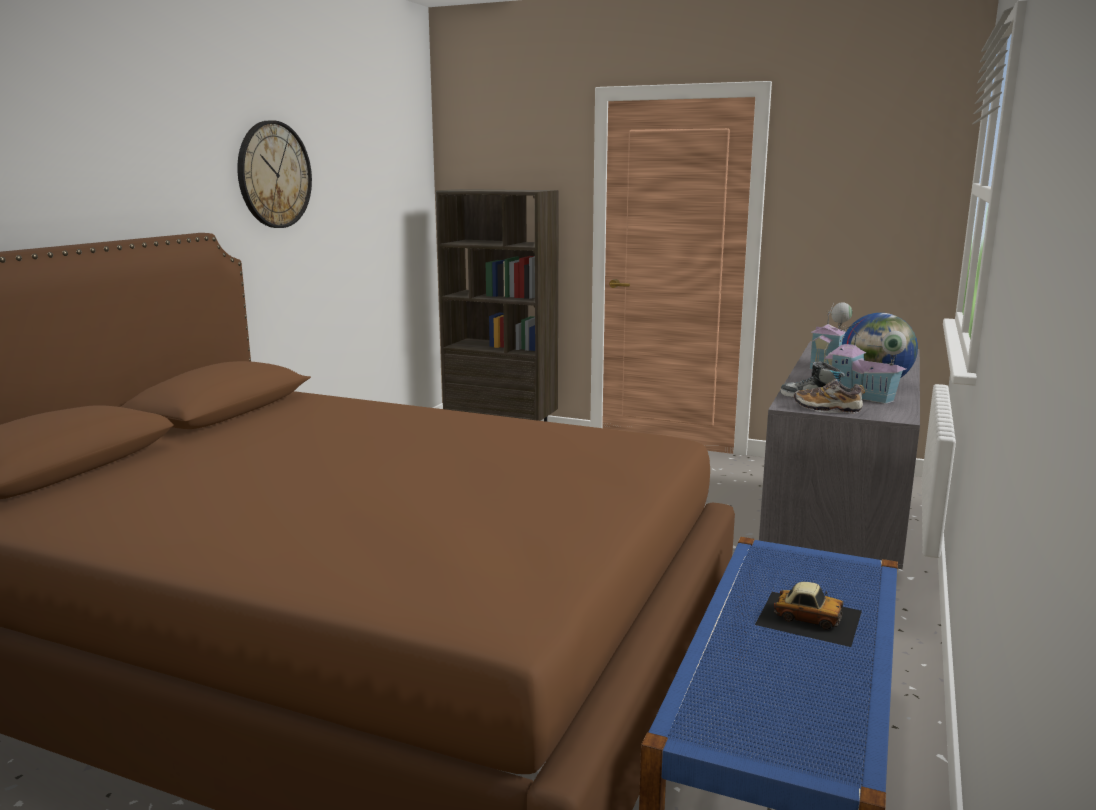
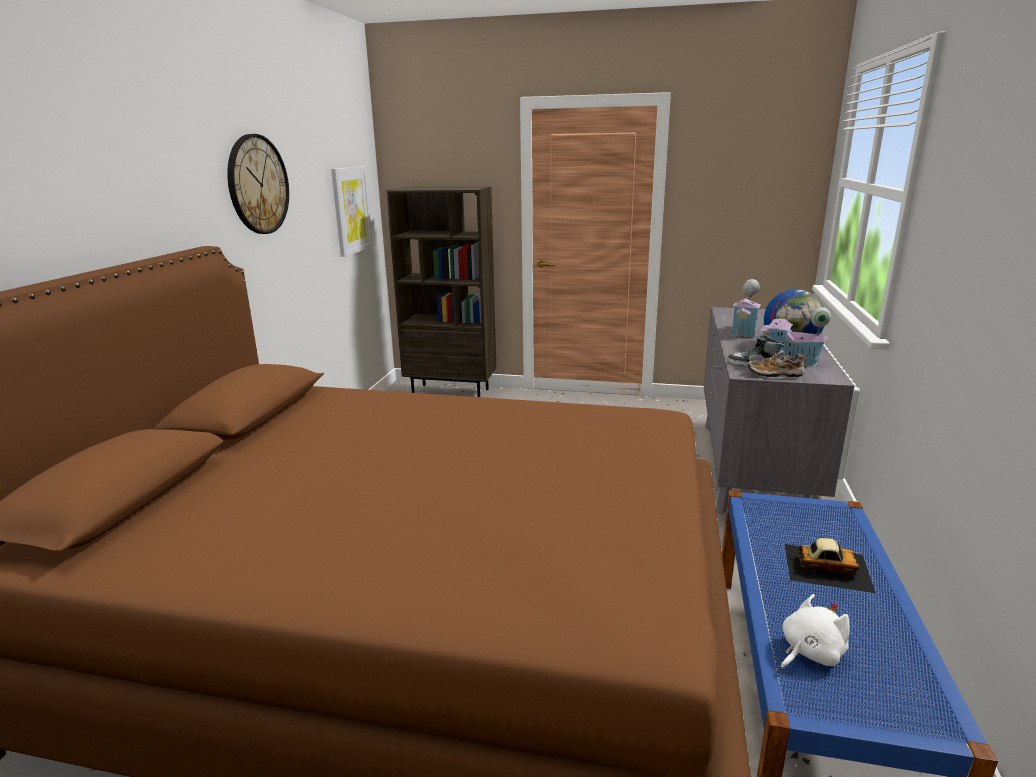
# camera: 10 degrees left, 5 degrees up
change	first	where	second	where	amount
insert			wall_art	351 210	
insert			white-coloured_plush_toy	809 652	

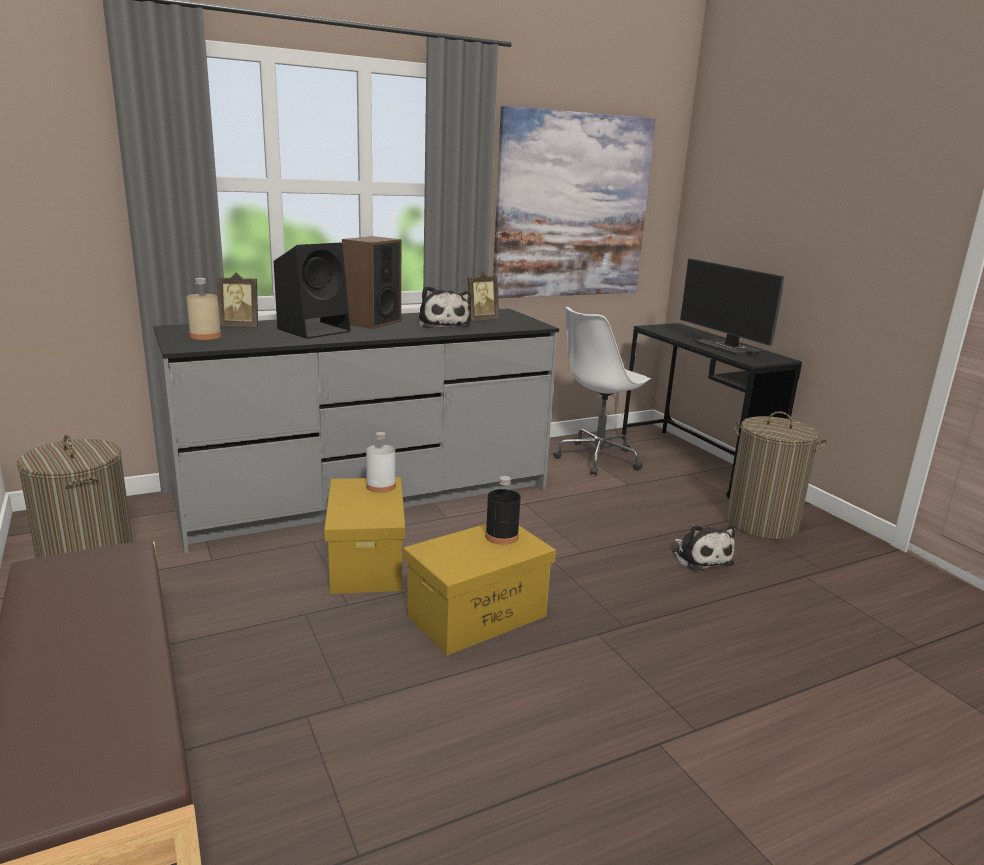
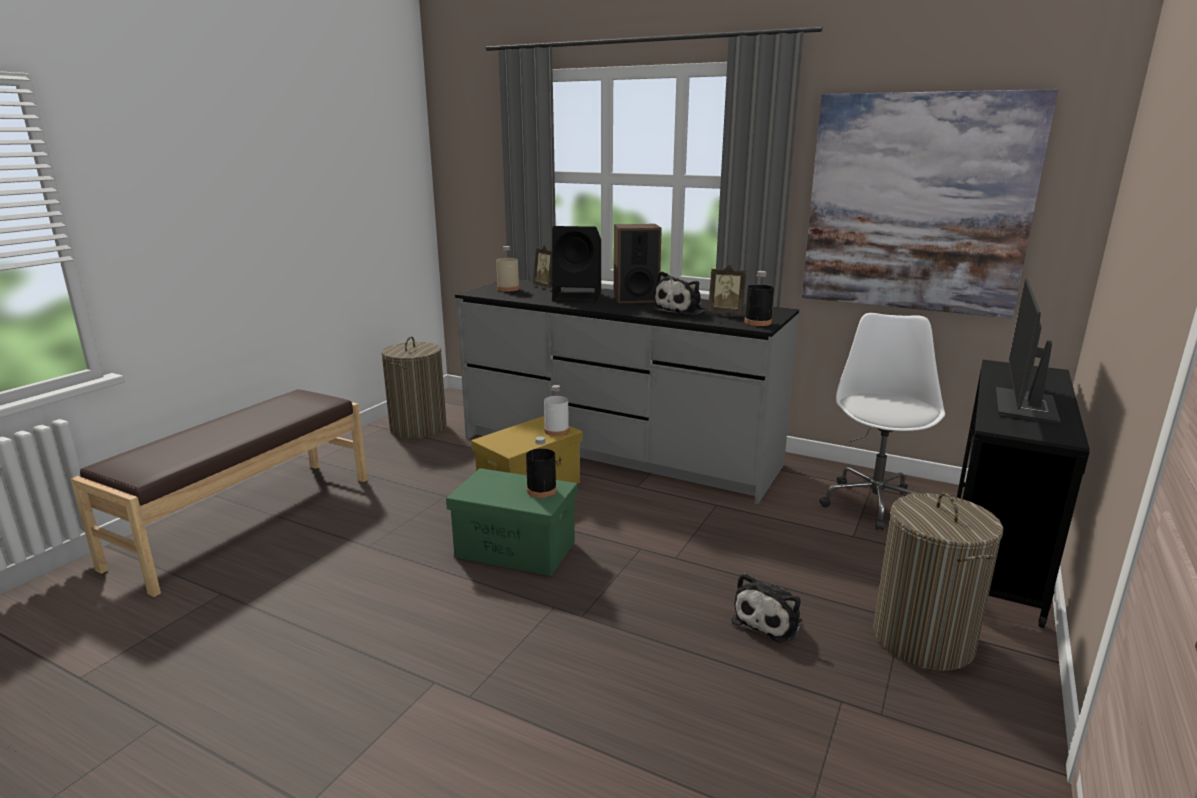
# camera: 55 degrees right, 0 degrees up
change	first	where	second	where	amount
recolor	yellow_storage_bin	476 616	green_storage_bin	514 549	
rotate	white-coloured_computer_chair	596 459		874 503	90 degrees clockwise
insert			black_beverage_bottle	757 322	

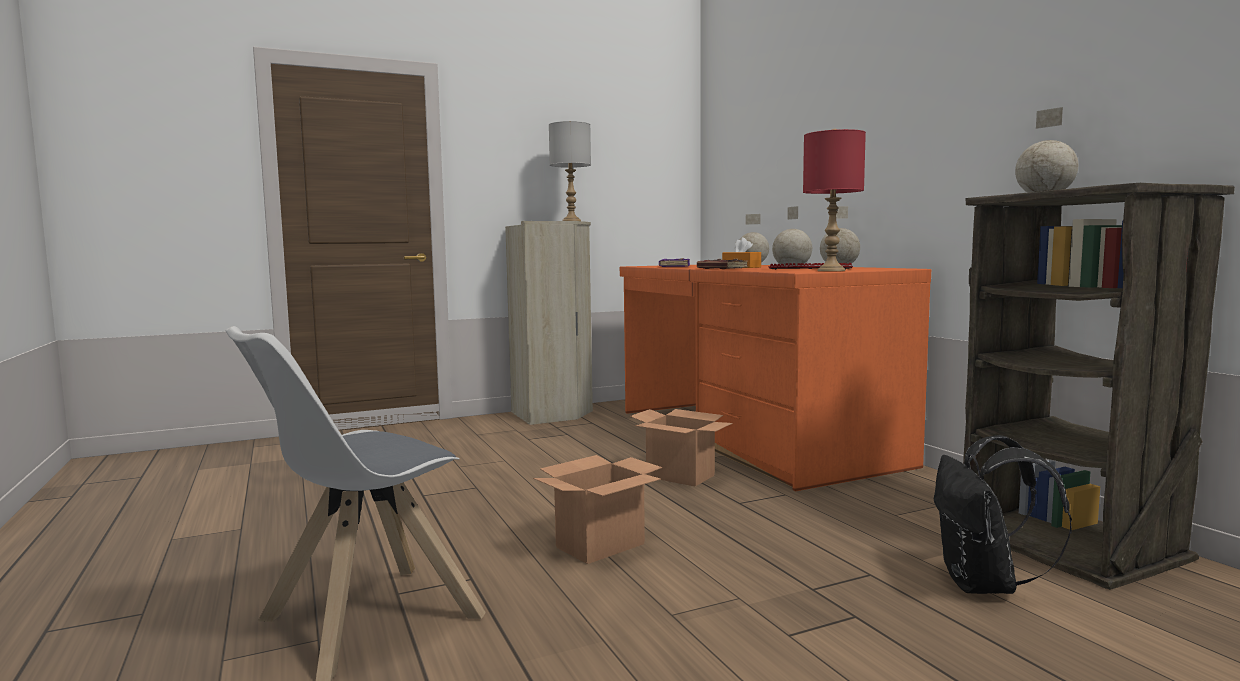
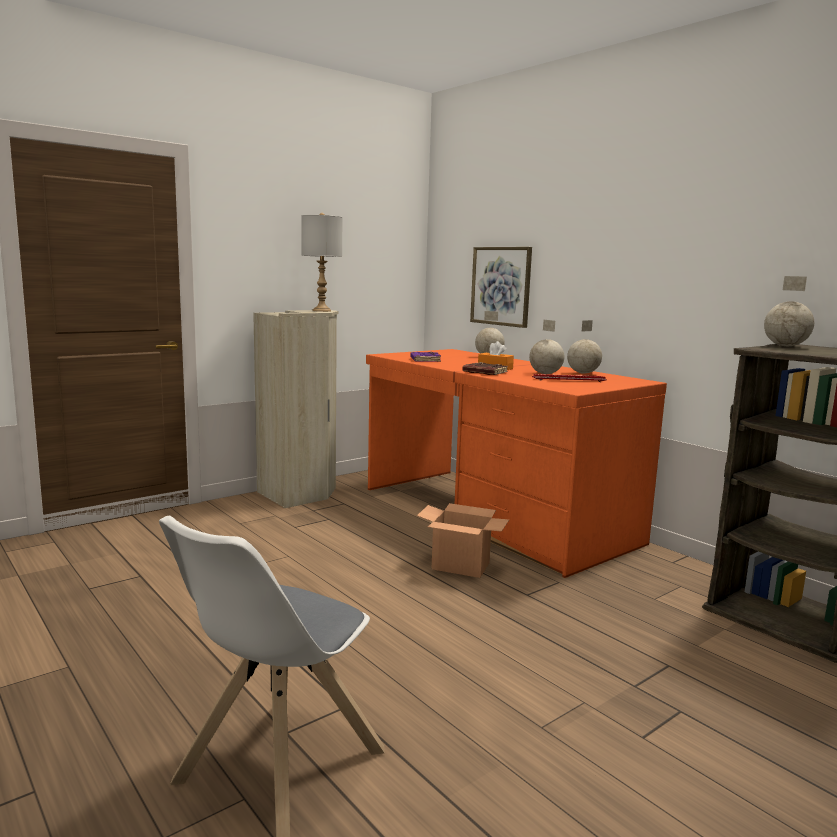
# camera: 15 degrees left, 5 degrees up
change	first	where	second	where	amount
delete	carton	600 545			
delete	red-coloured_table_lamp	831 270			
delete	black_rucksack	984 585			
insert			wall_art	501 286	

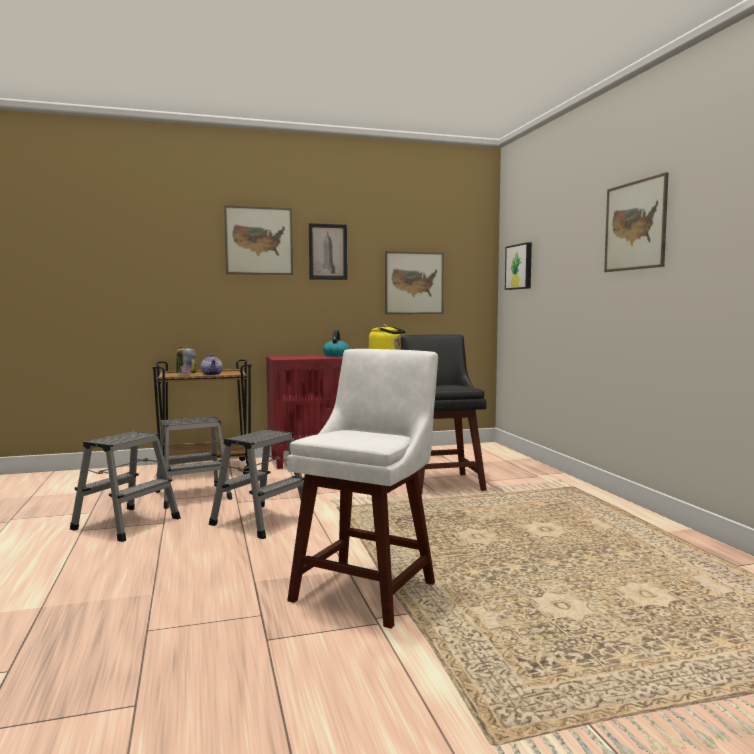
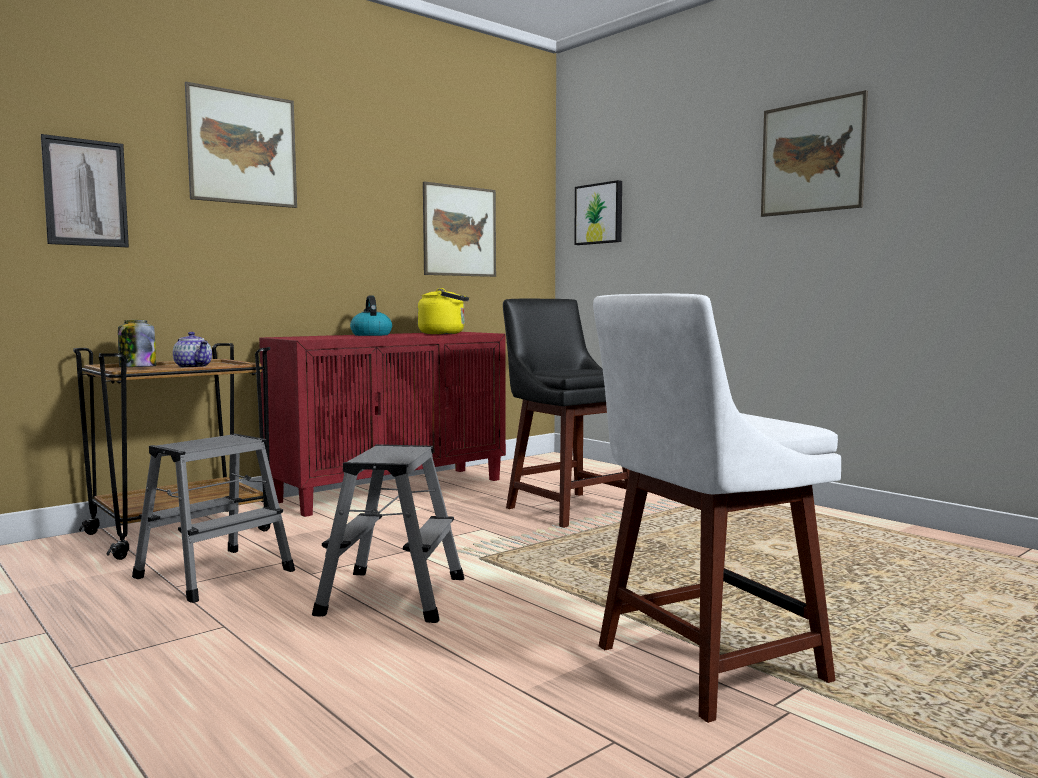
# camera: 25 degrees left, 0 degrees up
change	first	where	second	where	amount
delete	greyish_stepladder	126 523			
rotate	white-coloured_upright_chair	368 589		700 666	120 degrees counterclockwise
move	wall_art	328 252		85 193	

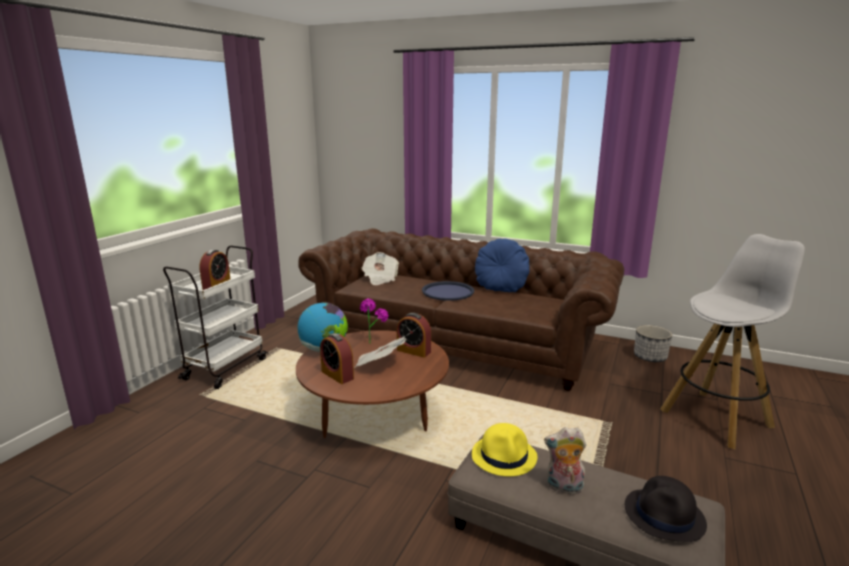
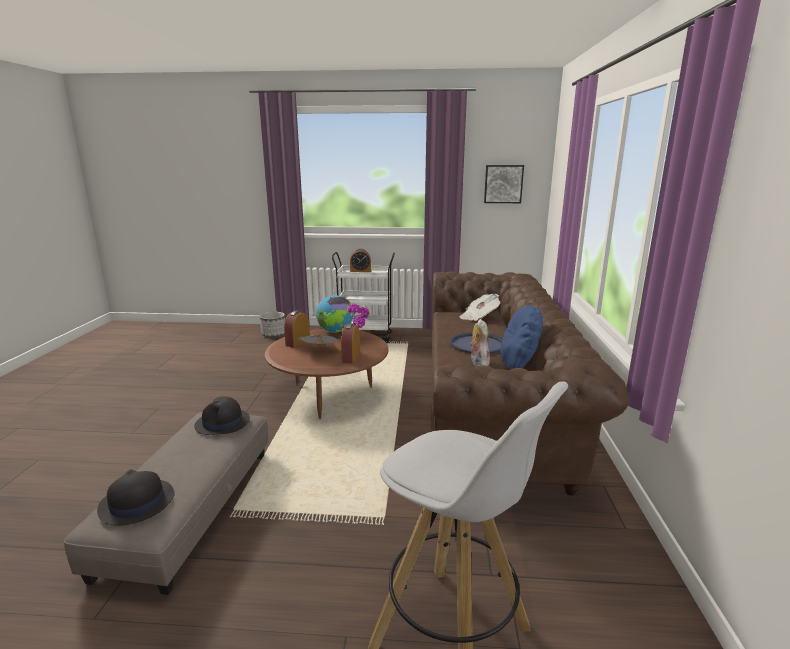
# camera: 70 degrees right, 0 degrees up
change	first	where	second	where	amount
recolor	yellow_wearable_hat	504 456	black_wearable_hat	222 423	
move	plush_toy	563 488		478 363	
move	planter	650 357		273 335	
insert			wall_art	503 184	

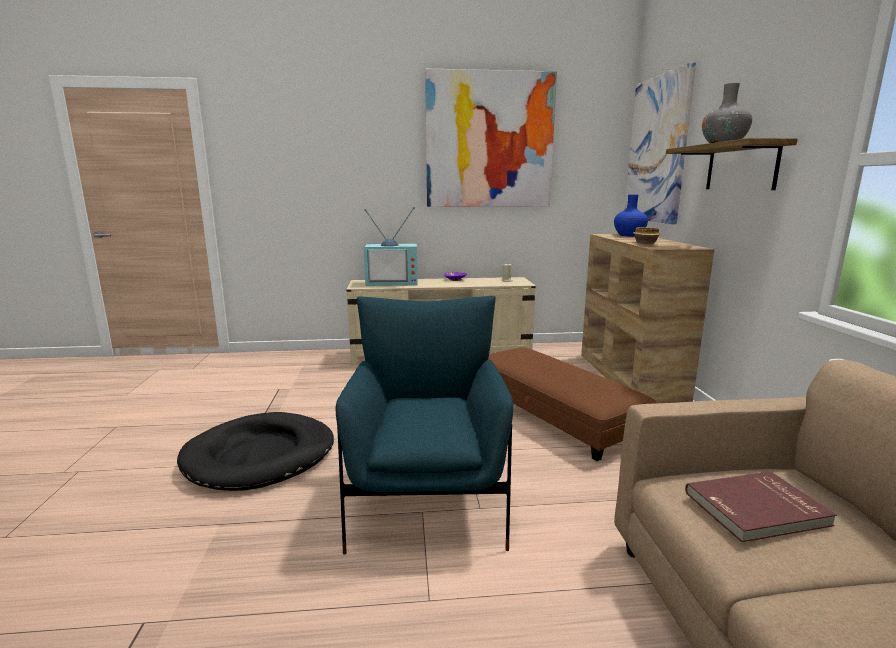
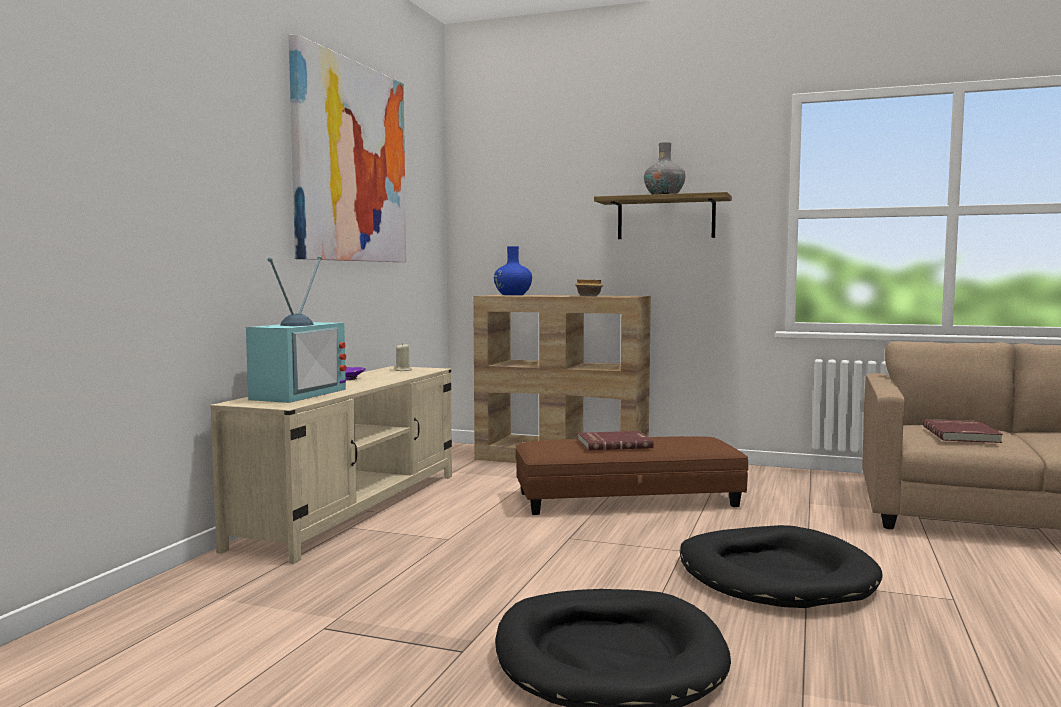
# camera: 65 degrees left, 10 degrees down
change	first	where	second	where	amount
replace	blue-coloured_easy_chair	427 495	black_dog_bed	775 575	
delete	wall_art	657 150			
insert			red-coloured_book	614 444	

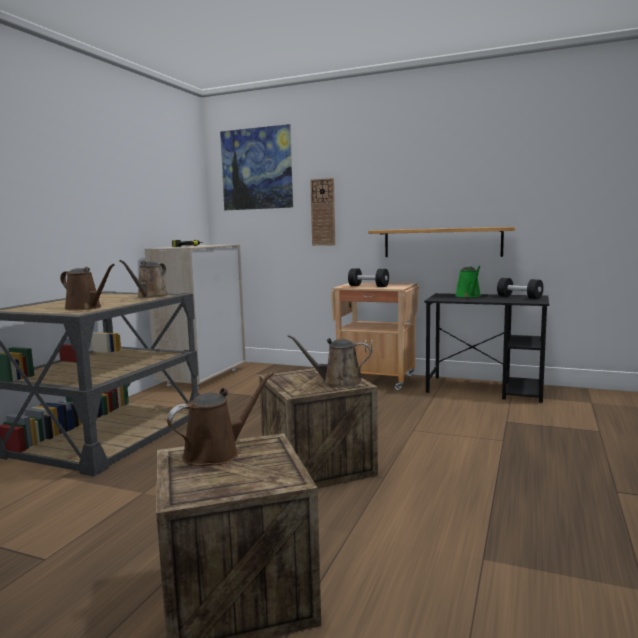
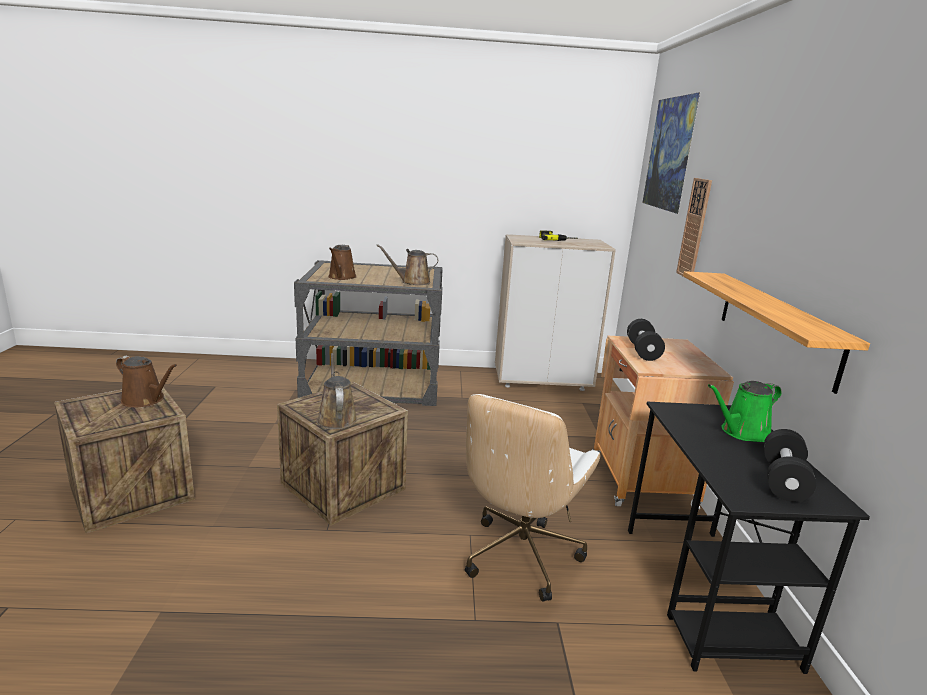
# camera: 65 degrees right, 10 degrees up
change	first	where	second	where	amount
insert			white-coloured_computer_chair	519 559	

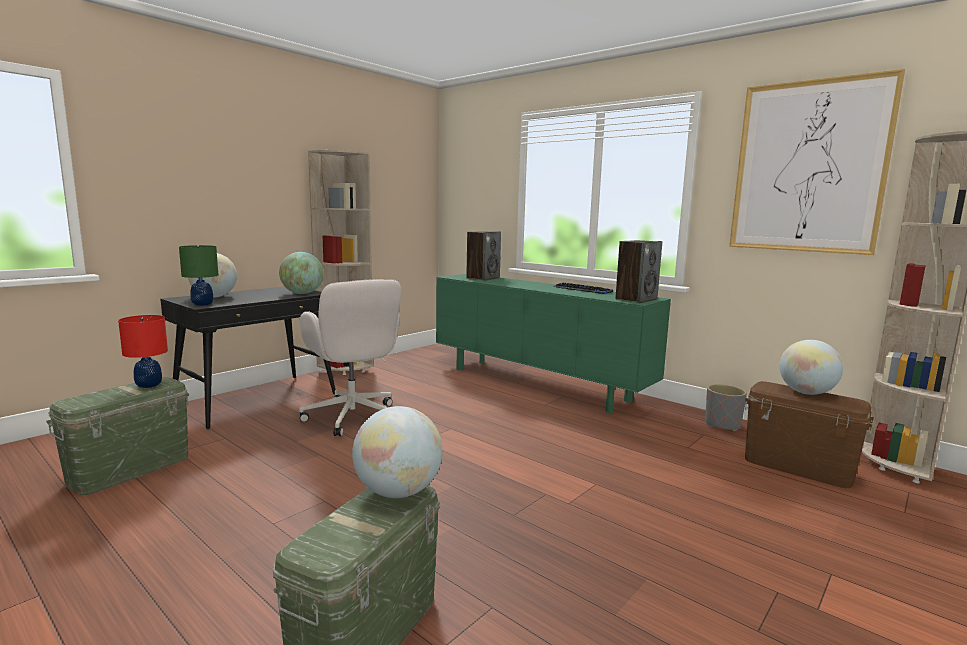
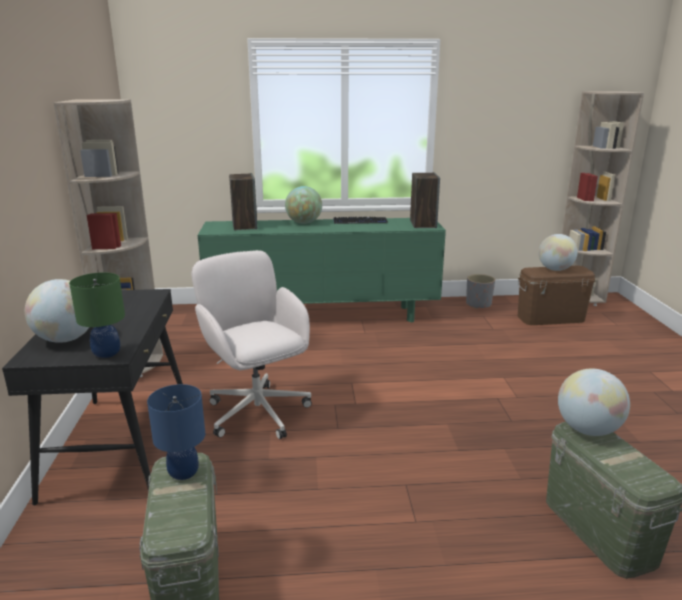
# camera: 45 degrees left, 10 degrees up
change	first	where	second	where	amount
recolor	red-coloured_table_lamp	148 385	blue-coloured_table_lamp	182 474	
move	desk_globe	302 293		304 223	
rotate	white-coloured_computer_chair	352 417		258 413	135 degrees counterclockwise
delete	wall_art	808 167			

